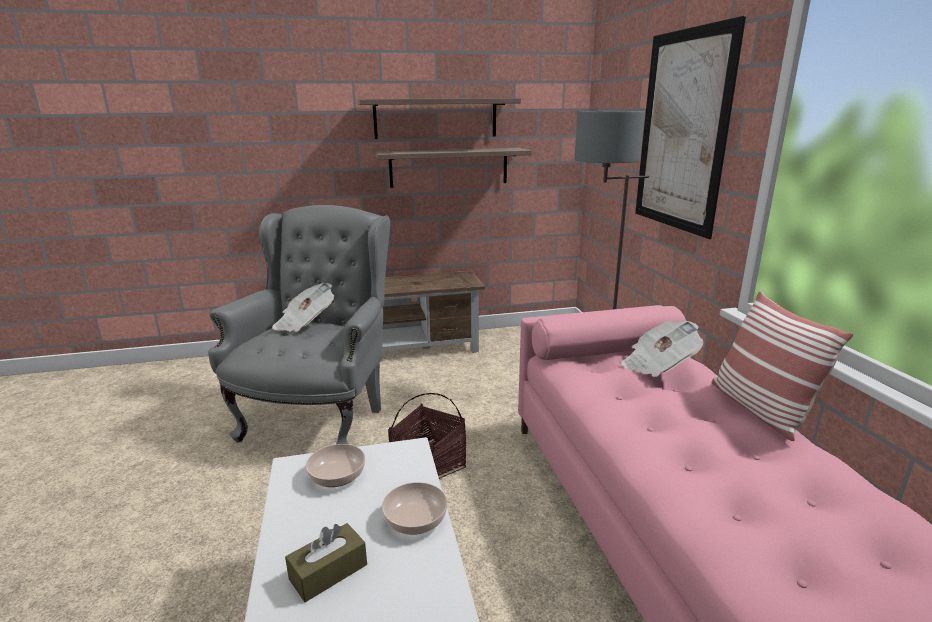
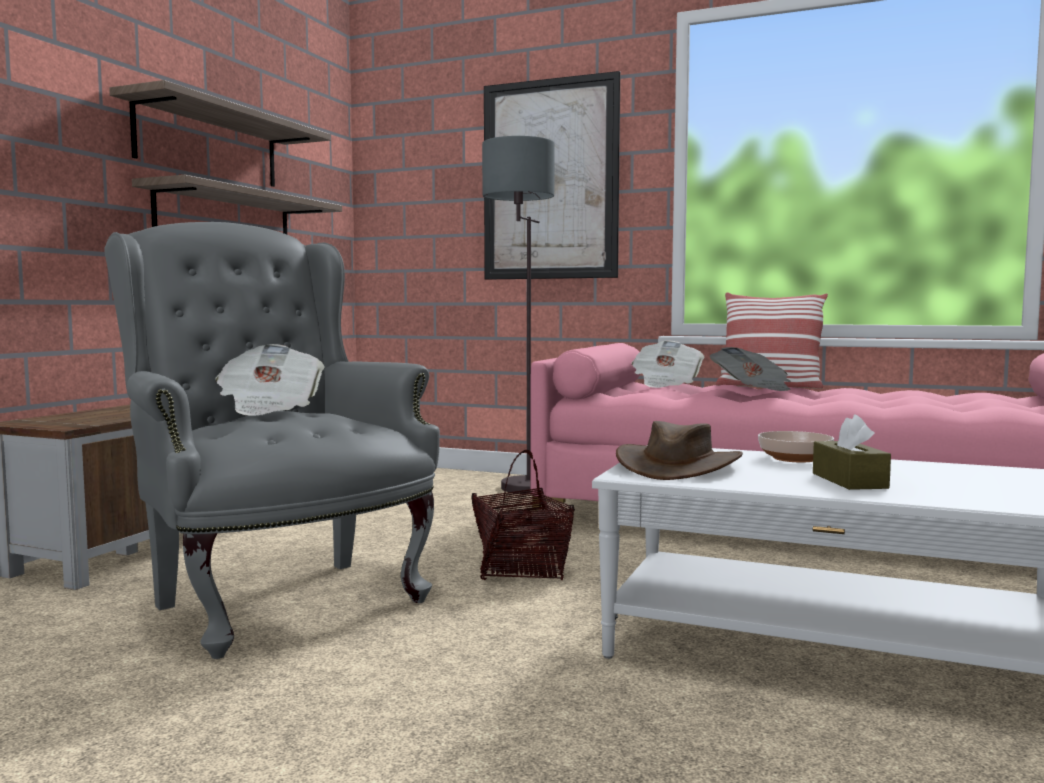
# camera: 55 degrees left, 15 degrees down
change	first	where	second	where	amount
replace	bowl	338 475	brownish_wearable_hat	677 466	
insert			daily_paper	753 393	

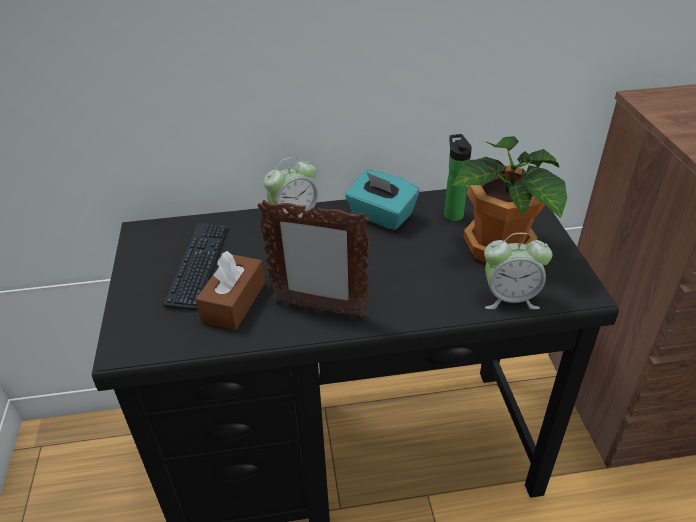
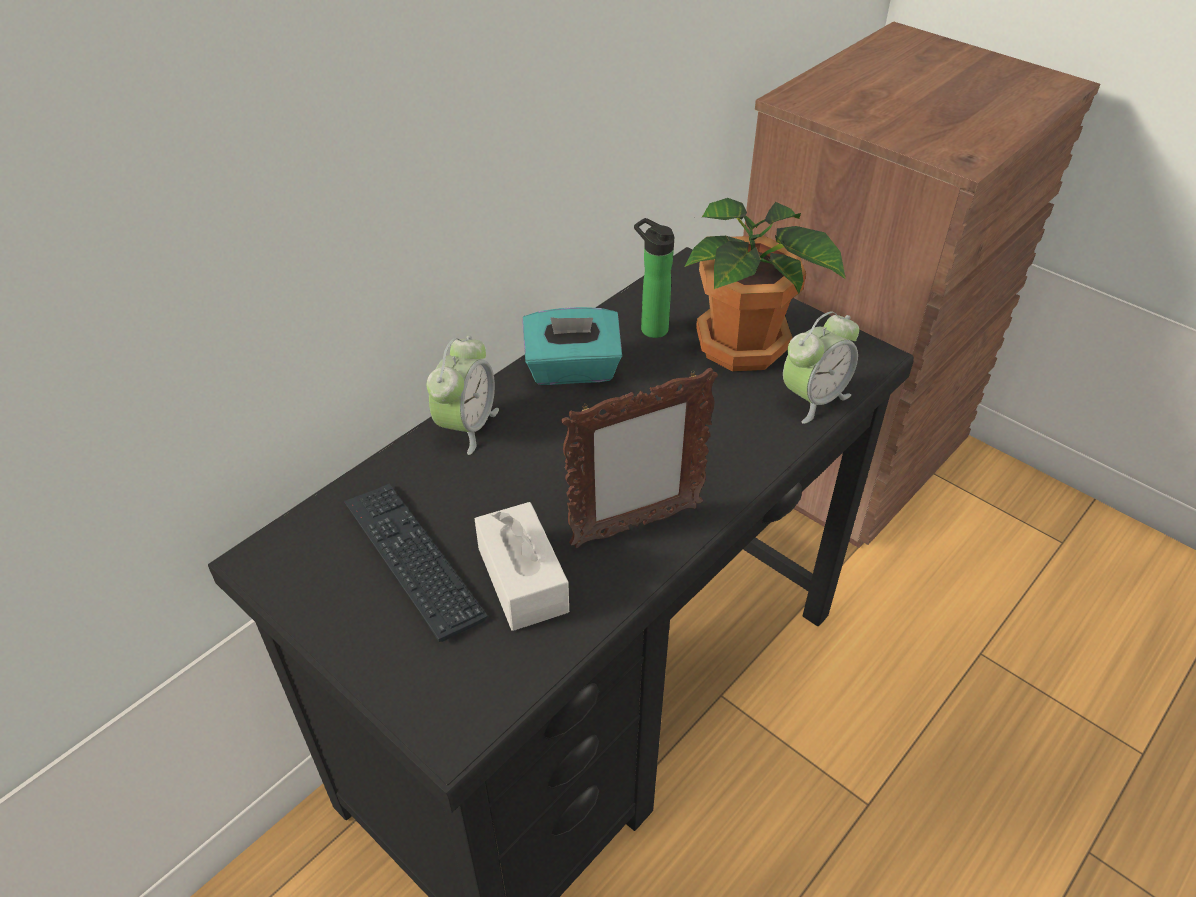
# camera: 40 degrees left, 5 degrees up
change	first	where	second	where	amount
recolor	brownish_box_of_tissues	234 302	white-coloured_box_of_tissues	522 579	

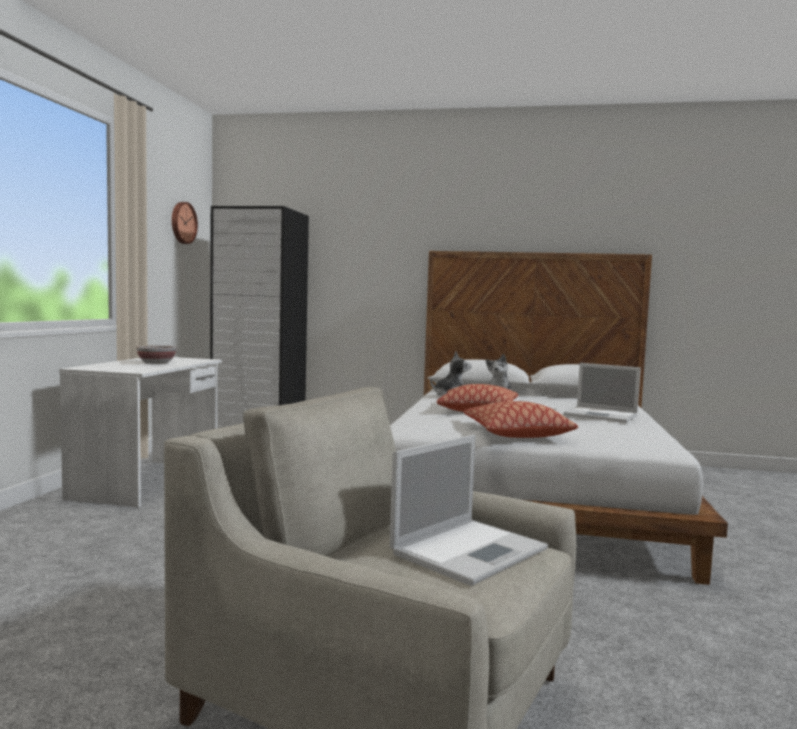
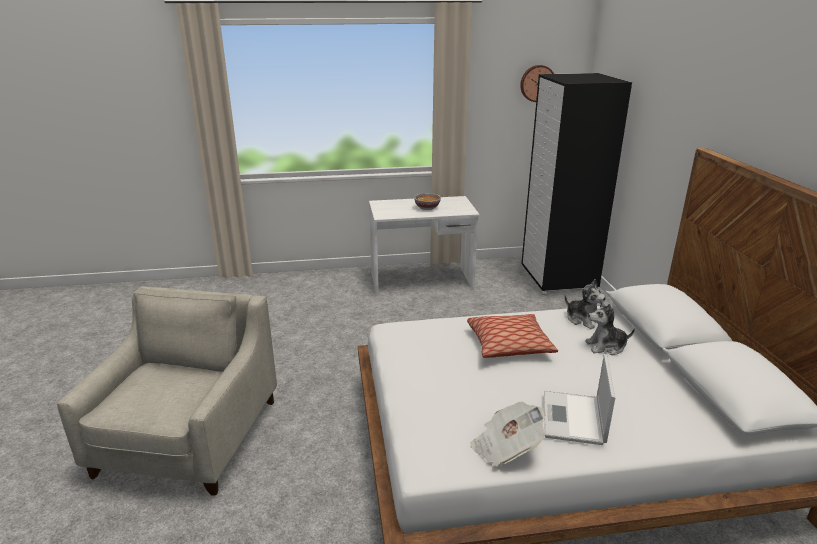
# camera: 70 degrees right, 20 degrees up
change	first	where	second	where	amount
delete	portable_computer	470 550			
delete	cushion	516 433			
insert			daily_paper	506 447	

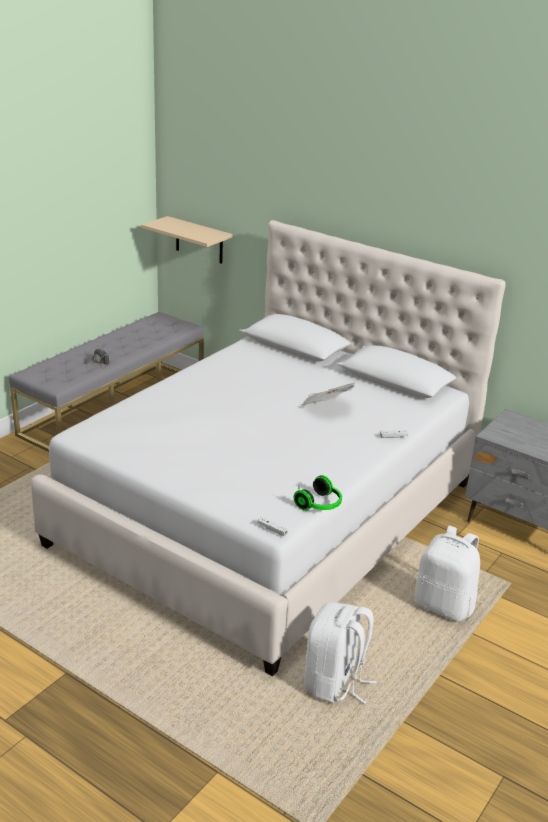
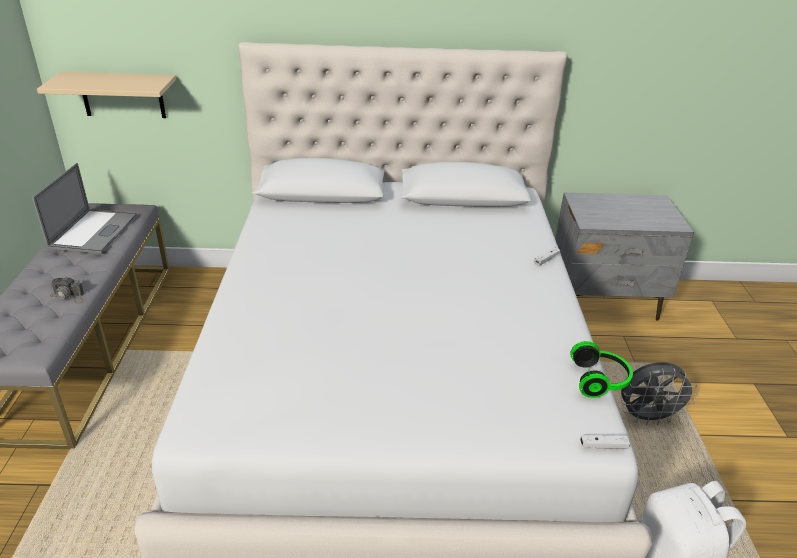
# camera: 35 degrees left, 5 degrees up
change	first	where	second	where	amount
delete	daily_paper	326 406			
replace	white-coloured_rucksack	444 605	greyish_electric_fan	647 417	
insert			portable_computer	94 231	

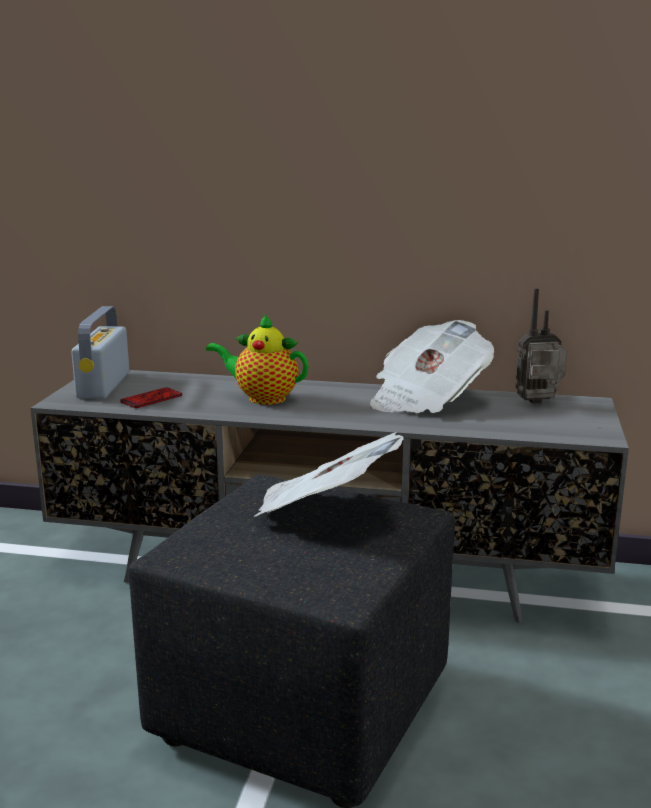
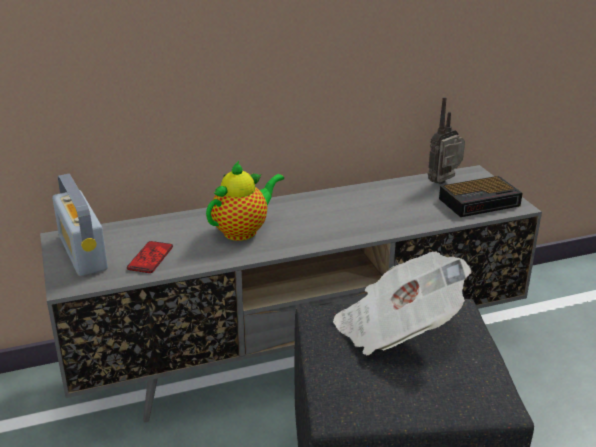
# camera: 30 degrees left, 10 degrees up
change	first	where	second	where	amount
rotate	pot_for_tea	262 398		243 231	150 degrees clockwise
delete	daily_paper	426 399			
insert			bedside_clock	480 202	

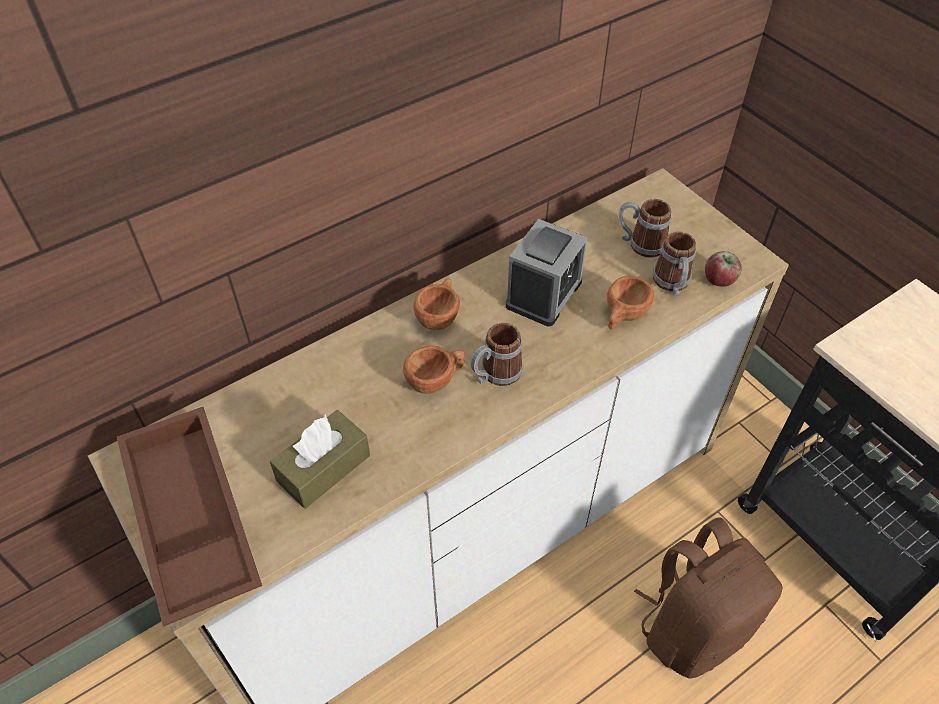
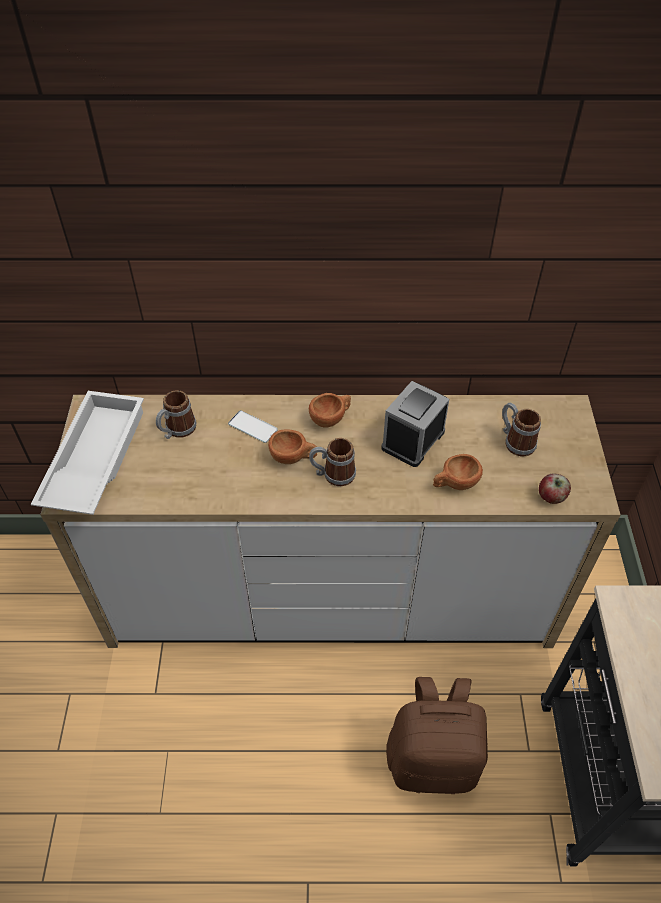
# camera: 35 degrees right, 0 degrees up
change	first	where	second	where	amount
recolor	brownish_serving_tray	188 520	white-coloured_serving_tray	93 459	
delete	brownish_box_of_tissues	323 468			
rotate	bedside_clock	544 294		413 439	150 degrees clockwise
move	mug	672 284		177 430	
insert			phone	252 427	

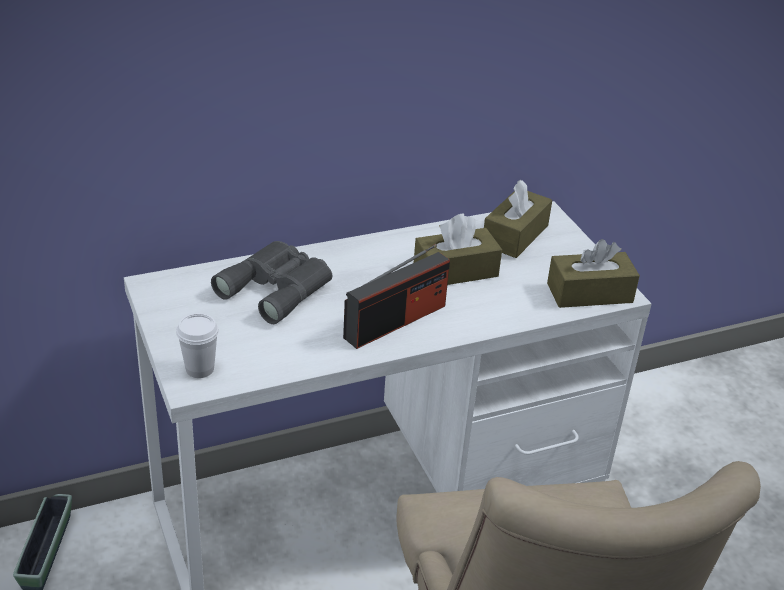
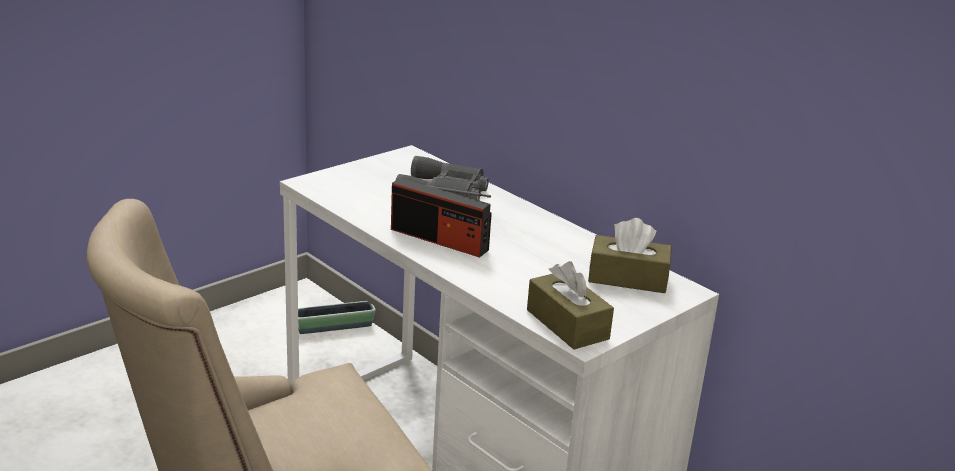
# camera: 70 degrees right, 10 degrees down
change	first	where	second	where	amount
delete	white-coloured_small_cup	199 369			
delete	brownish_box_of_tissues	455 271			

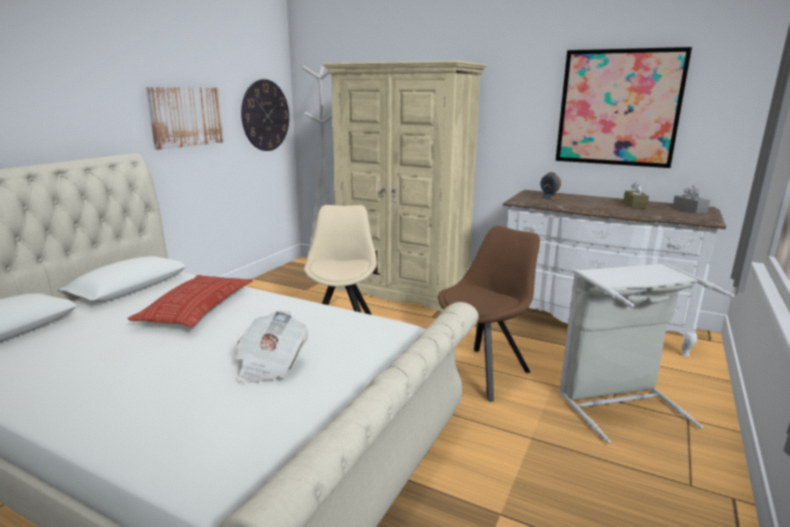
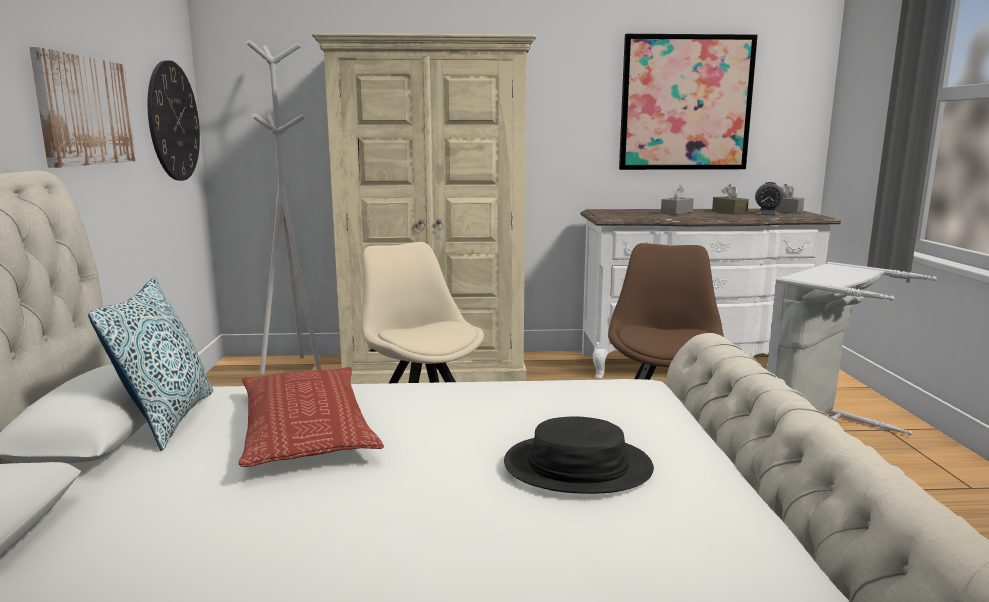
# camera: 30 degrees left, 5 degrees down
change	first	where	second	where	amount
replace	daily_paper	270 365	black_wearable_hat	577 467	
move	bedside_clock	549 197		767 214	
insert			cushion	167 419	
insert			greyish_box_of_tissues	676 212	

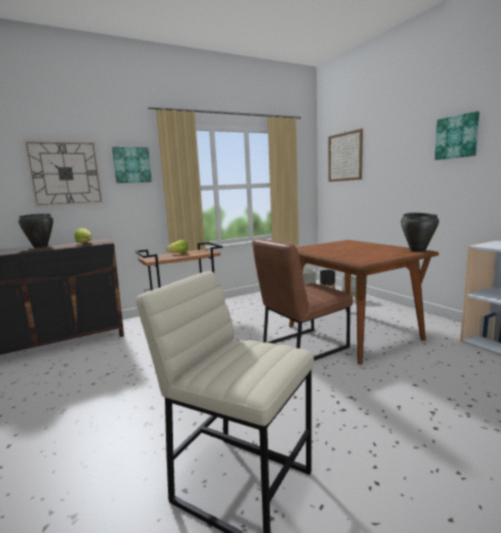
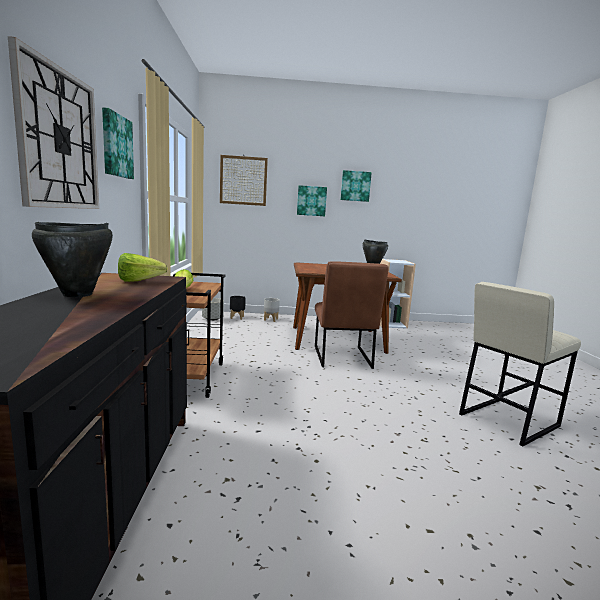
# camera: 65 degrees left, 0 degrees up
change	first	where	second	where	amount
insert			wall_art	311 201	

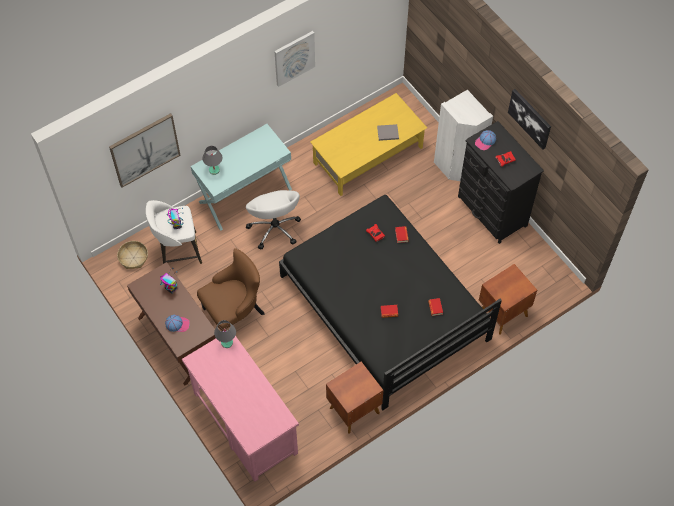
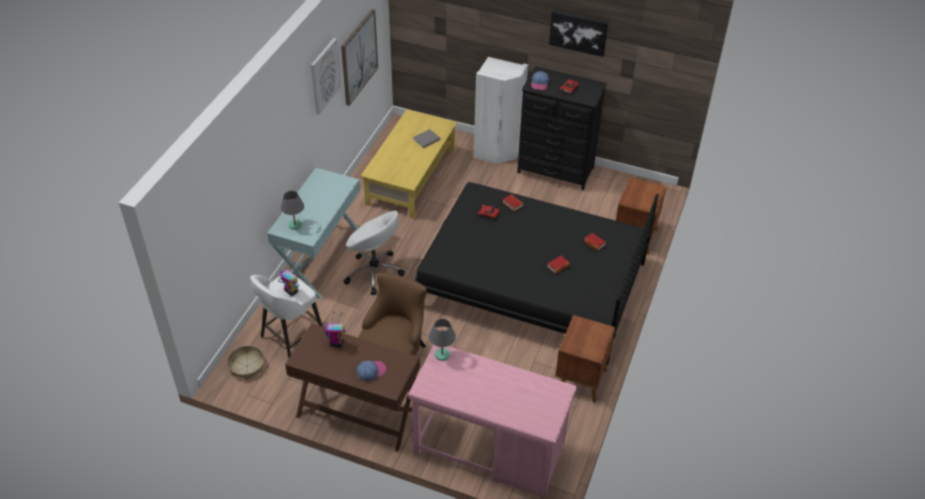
# camera: 35 degrees left, 15 degrees down
change	first	where	second	where	amount
move	wall_art	145 149		359 57	

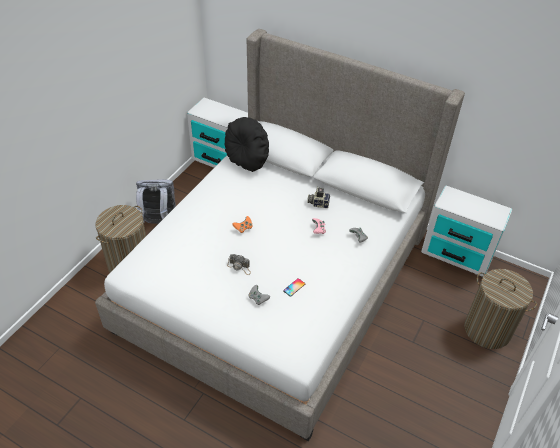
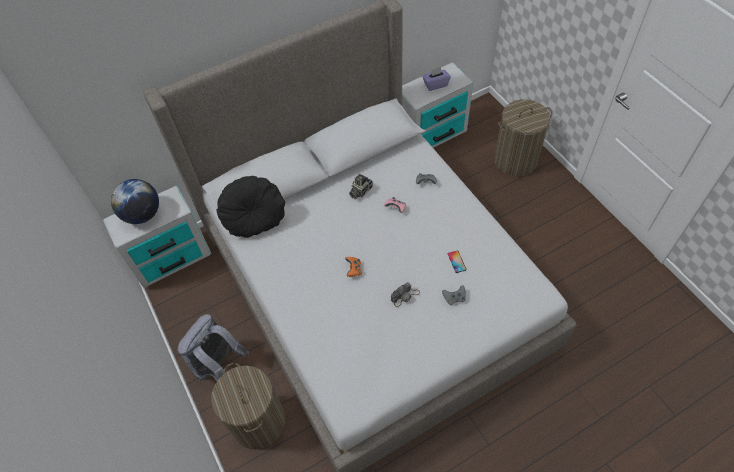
# camera: 55 degrees left, 10 degrees up
change	first	where	second	where	amount
insert			desk_globe	143 214	
insert			purple-coloured_box_of_tissues	435 84	

